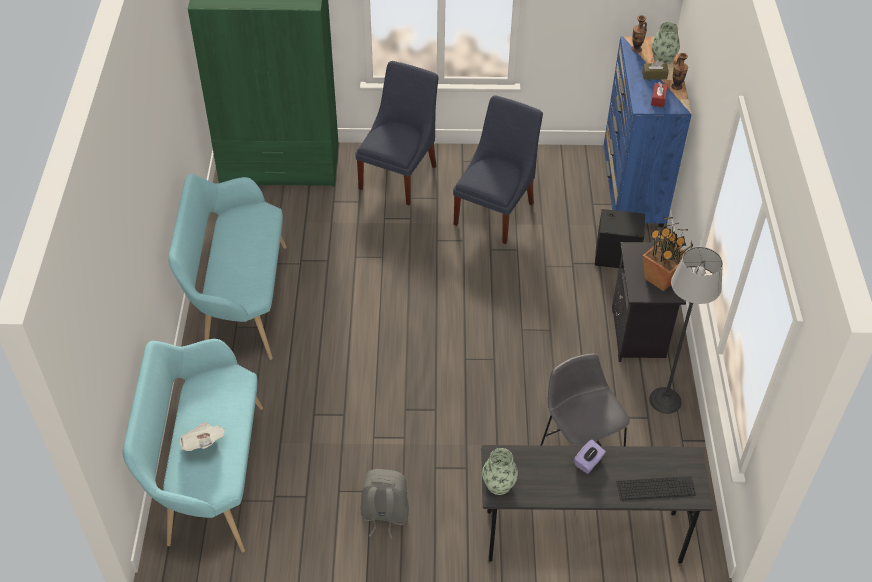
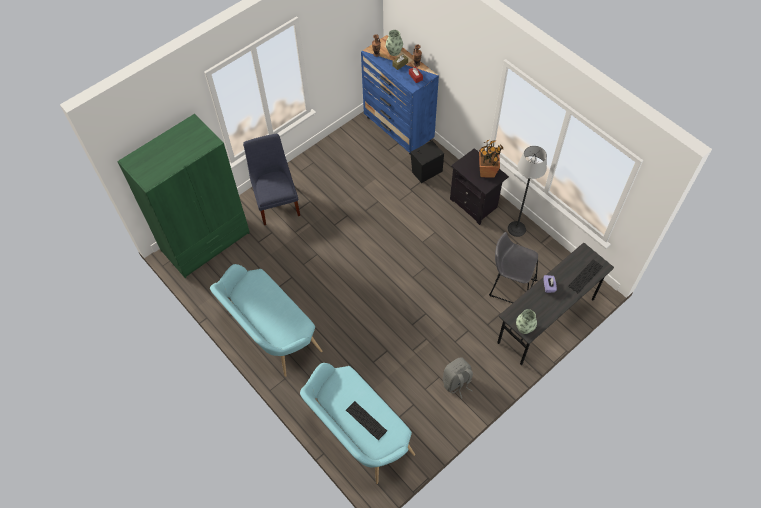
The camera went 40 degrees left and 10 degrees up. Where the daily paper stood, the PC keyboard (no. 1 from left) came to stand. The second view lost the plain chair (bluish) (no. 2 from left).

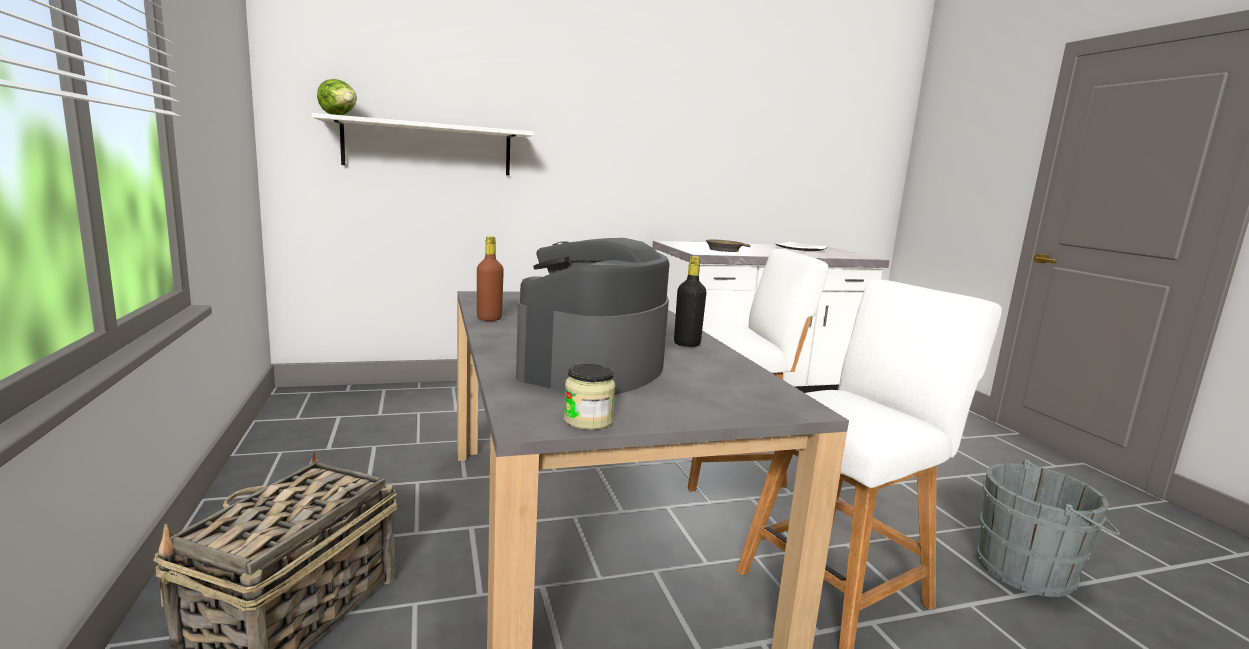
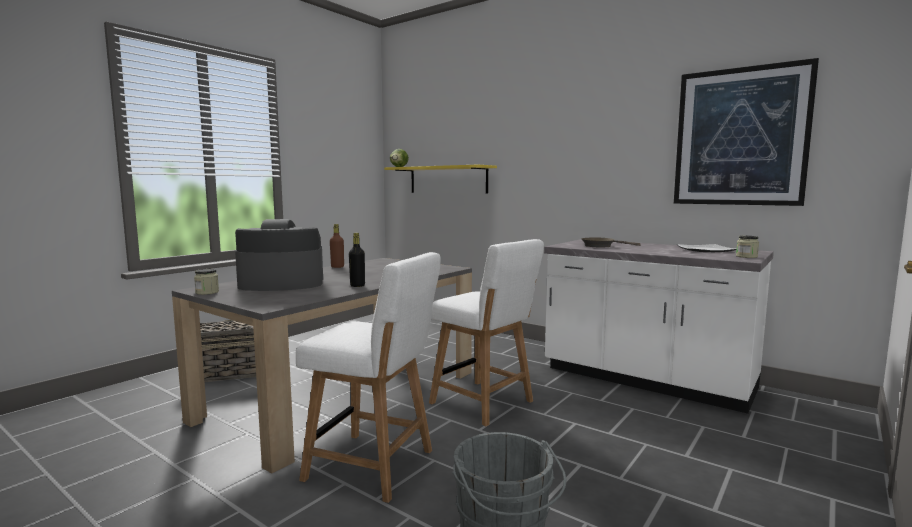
The camera went 55 degrees right and 5 degrees down. What was the shelf (whitish) turned into the shelf (yellow). The second view gained the picture. The second view gained the preserve jar (no. 2 from left).

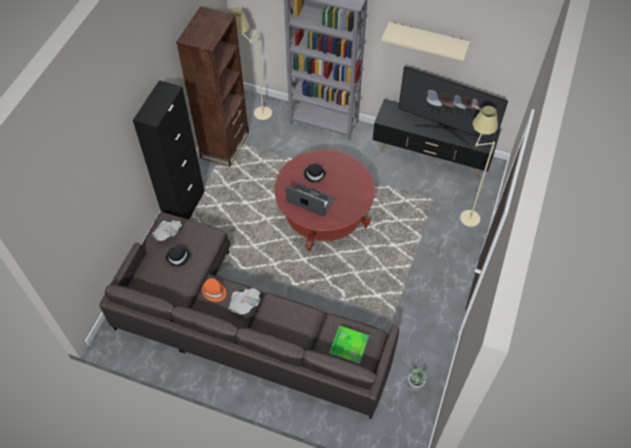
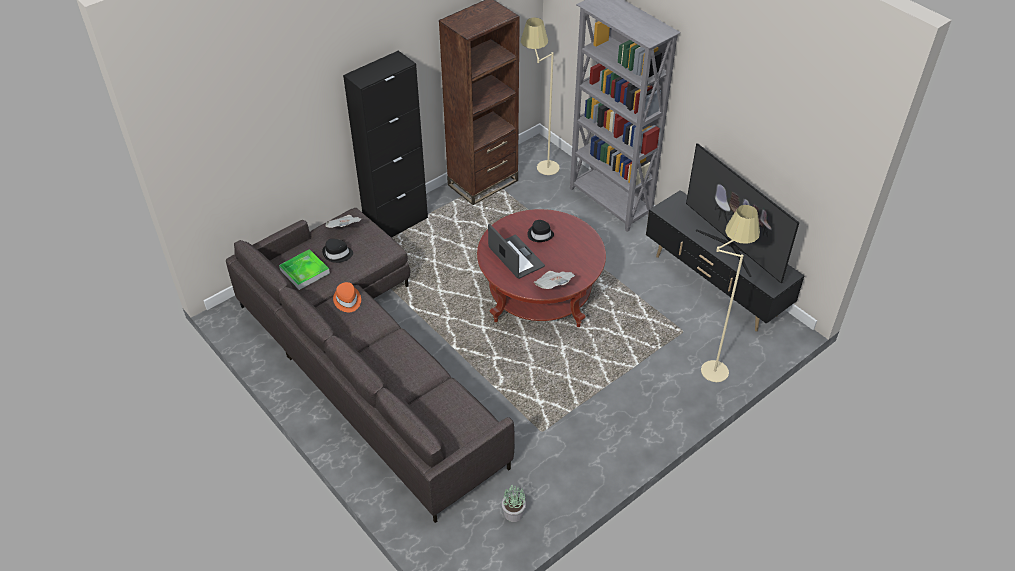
The camera went 30 degrees right and 10 degrees down. The daily paper (no. 2 from left) ended up elsewhere. The carrying tray ended up elsewhere. The second view lost the shelf (beige-coloured).

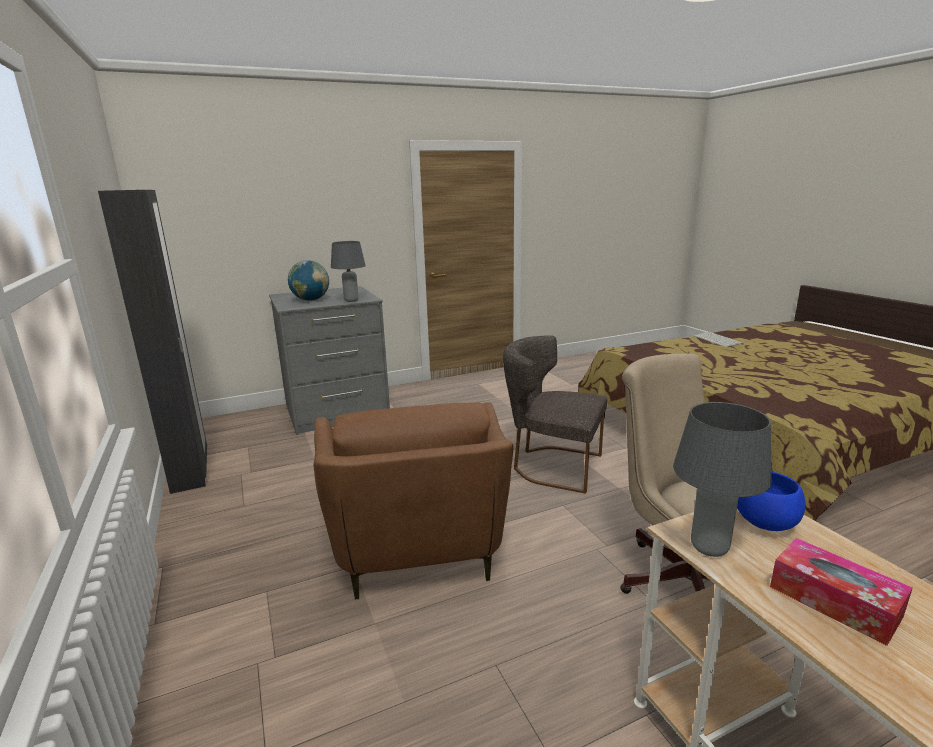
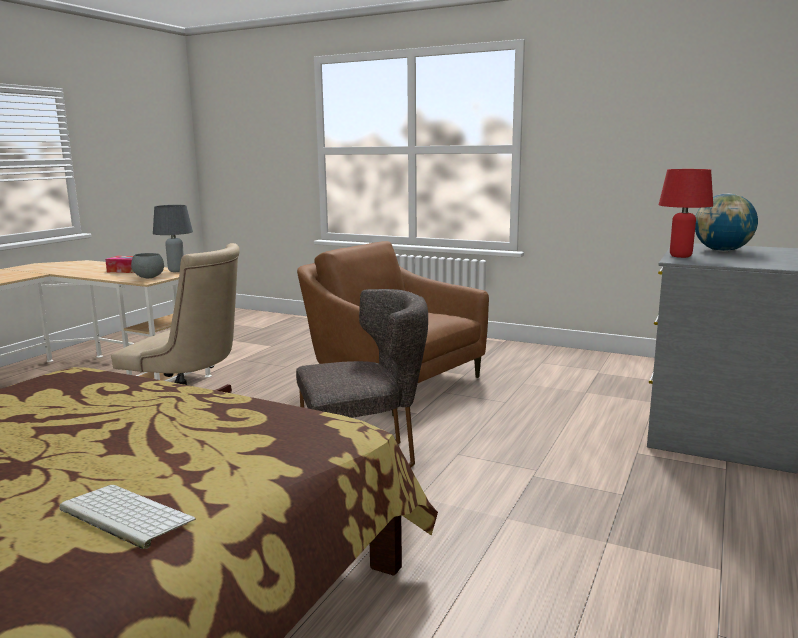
The camera went 140 degrees right and 5 degrees down. The second view lost the clothes cupboard (blackish). What was the tabletop lamp (gray) (no. 1 from left) turned into the tabletop lamp (red). What was the serving bowl (bluish) turned into the serving bowl (gray).

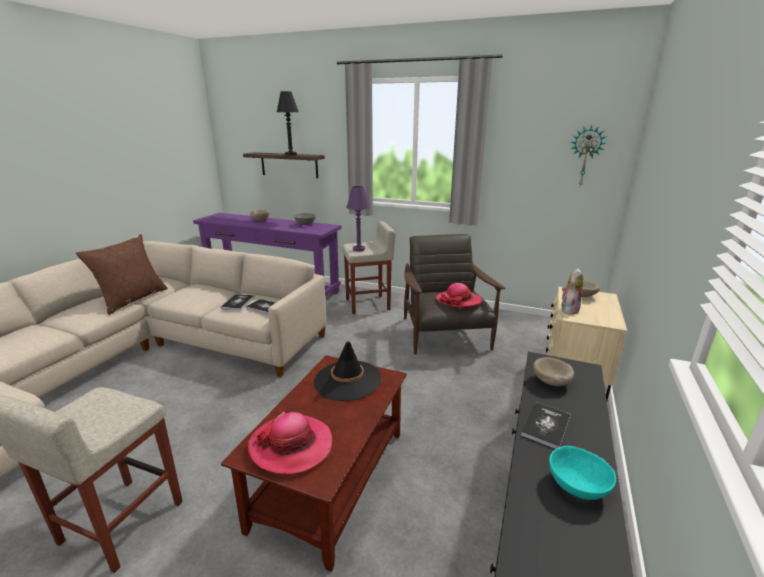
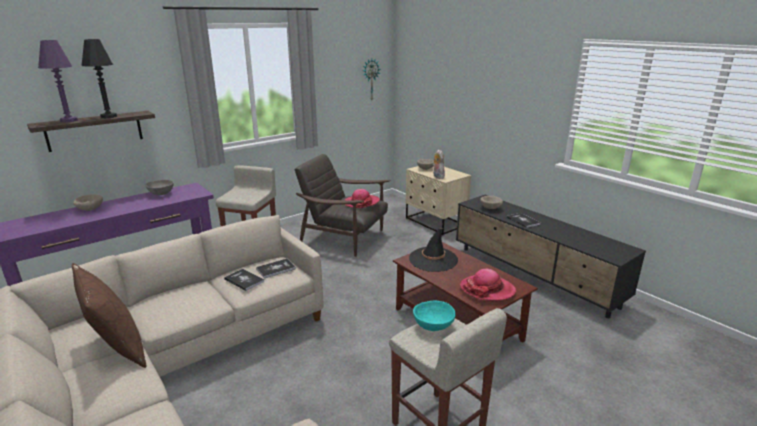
The camera went 60 degrees left and 0 degrees up. The tabletop lamp (purple-coloured) ended up elsewhere. The serving bowl (turquoise-coloured) ended up elsewhere.

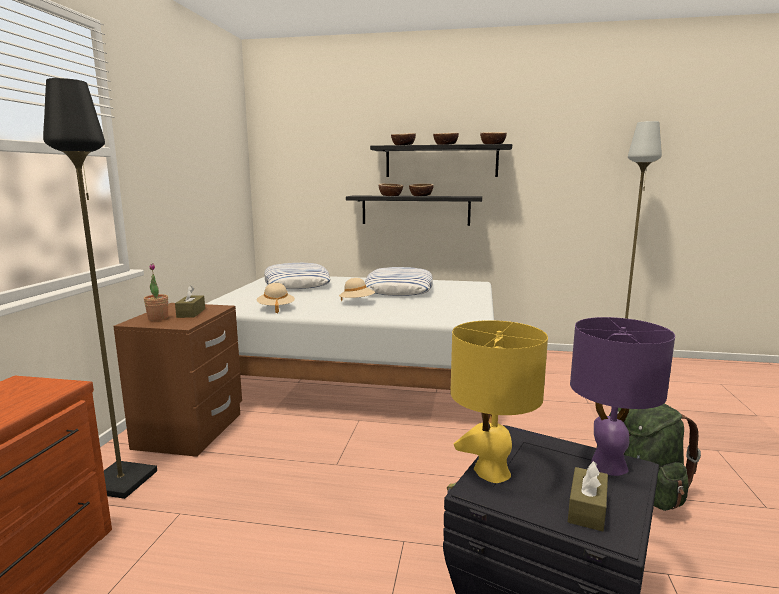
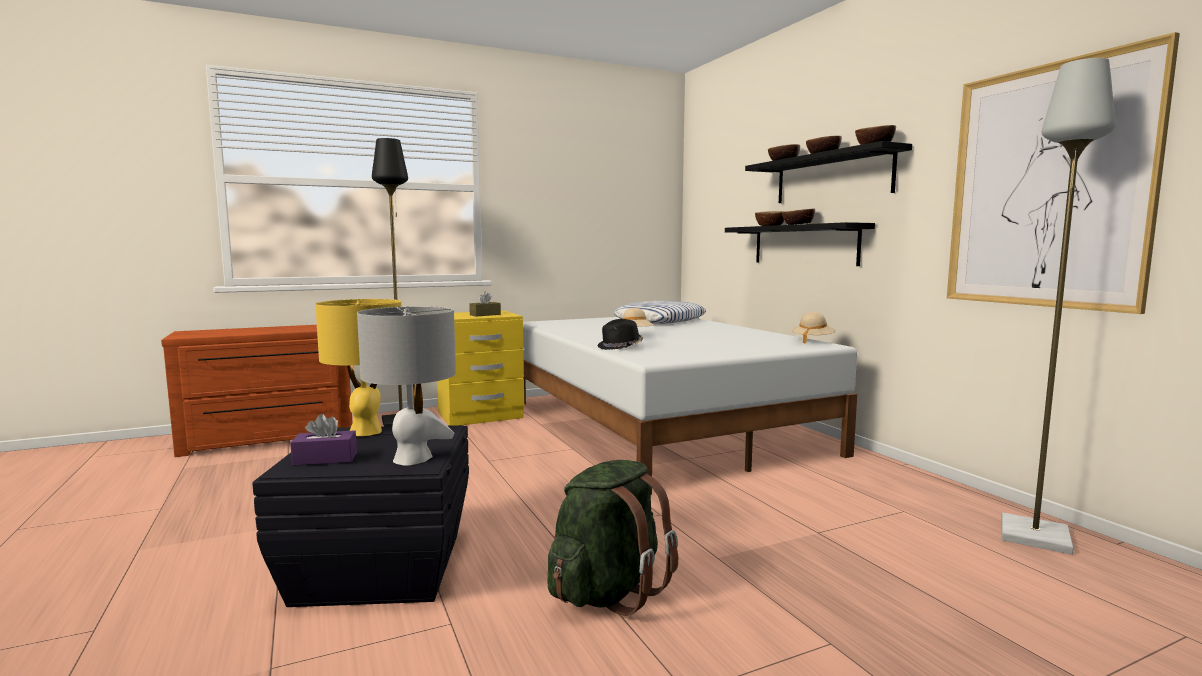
The camera went 55 degrees right and 5 degrees down. What was the nightstand (brownish) turned into the nightstand (yellow). The second view lost the potted plant. The wearable hat (beige-coloured) (no. 1 from left in the first image) ended up elsewhere. The second view lost the cushion (no. 2 from left). What was the tissue holder (brownish) (no. 2 from left) turned into the tissue holder (purple-coloured). What was the tabletop lamp (purple-coloured) turned into the tabletop lamp (gray). The second view gained the wearable hat (blackish). The second view gained the picture.

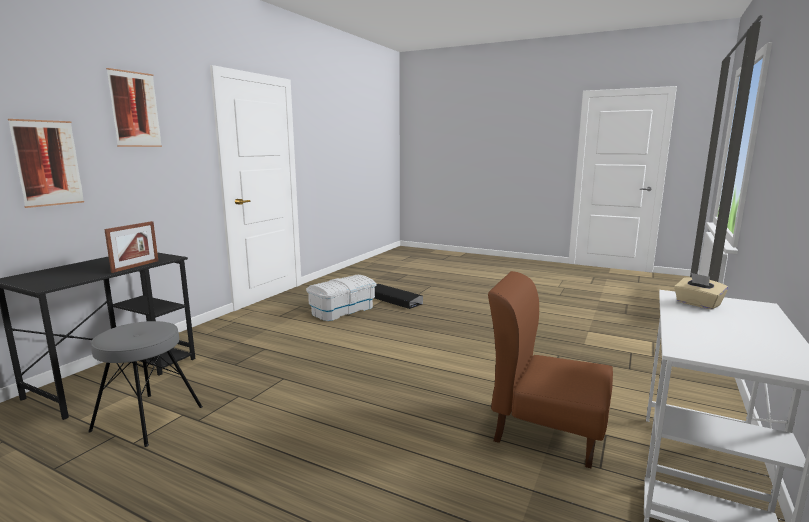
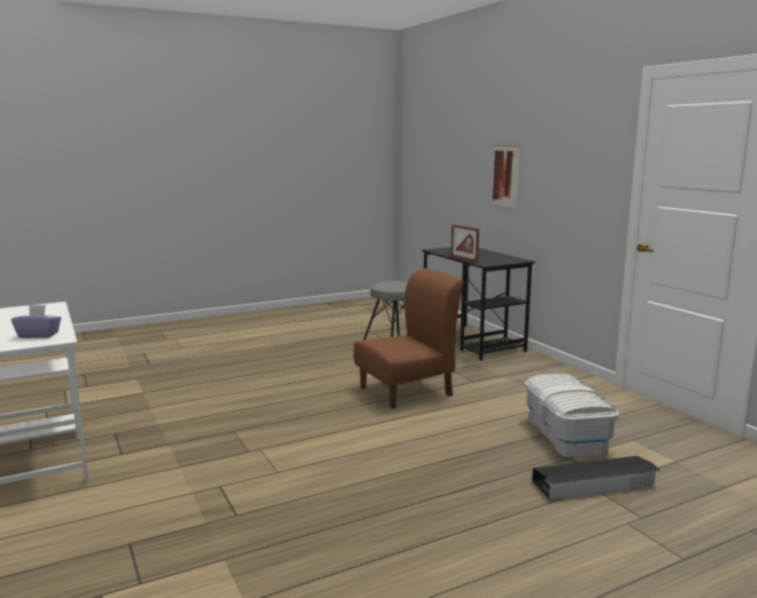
The camera went 125 degrees right and 0 degrees up. The second view lost the picture (no. 2 from left). The plain chair (brownish) ended up elsewhere. What was the tissue holder (beige-coloured) turned into the tissue holder (purple-coloured).

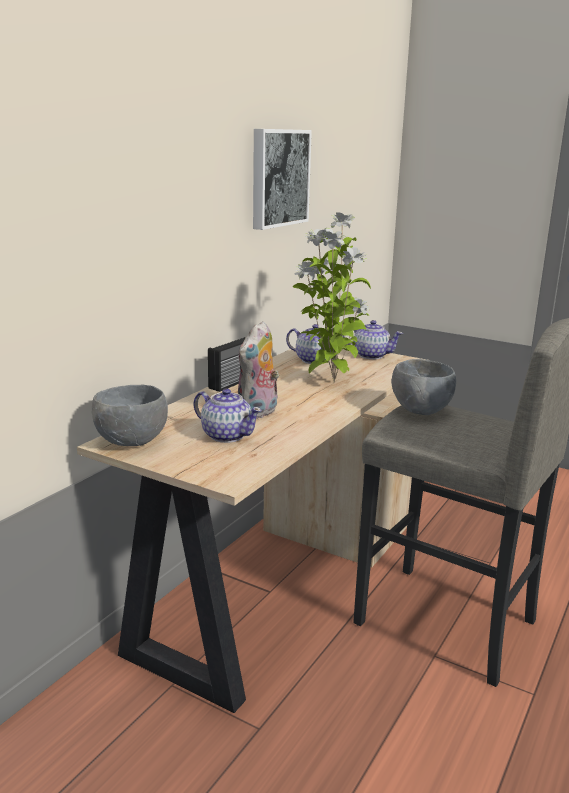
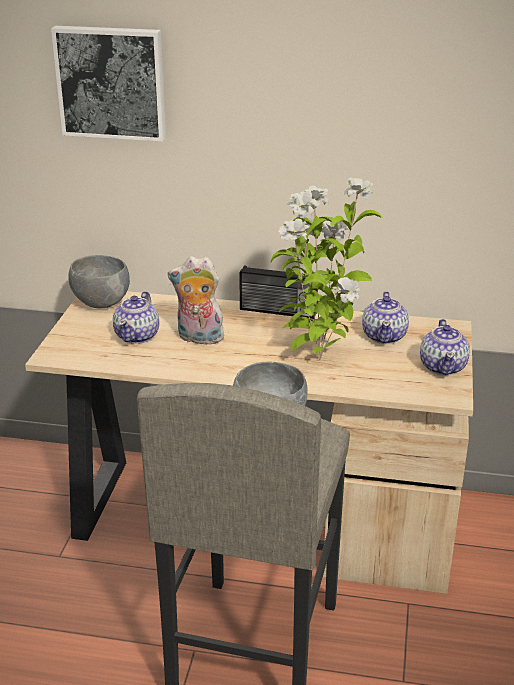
The camera went 70 degrees right and 10 degrees up. The picture ended up elsewhere.

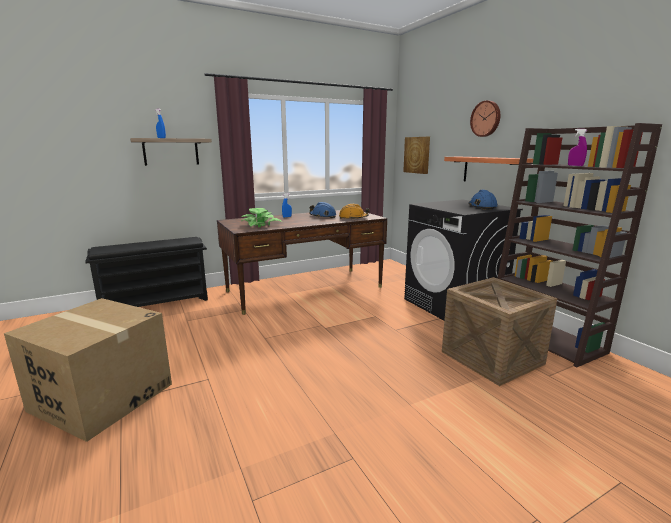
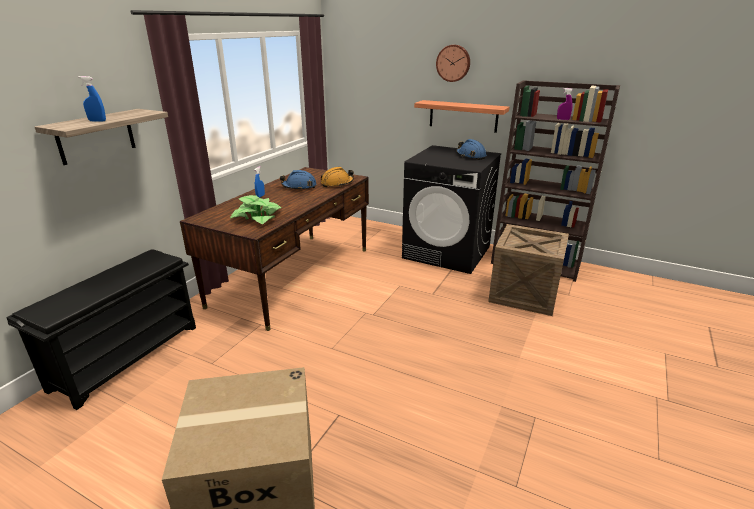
The camera went 35 degrees left and 10 degrees up. The second view lost the picture.

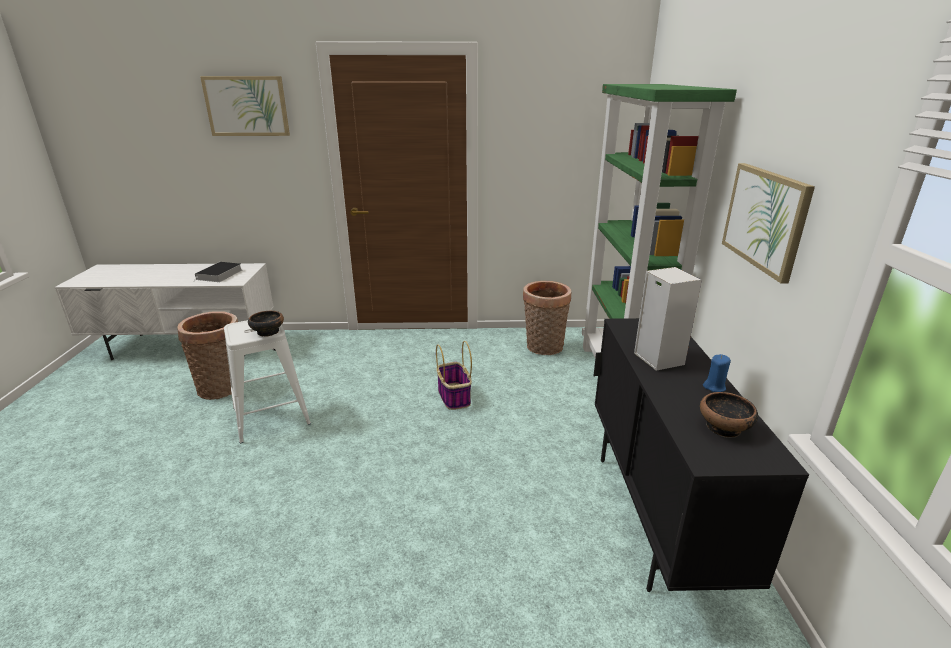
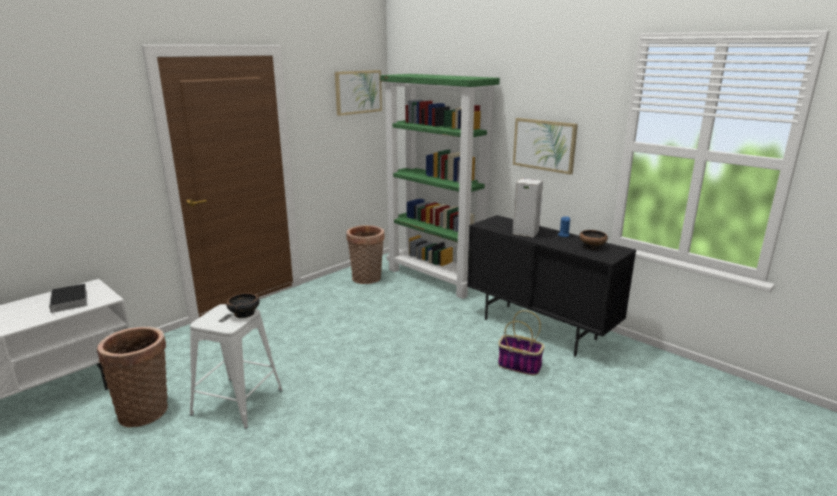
The camera went 45 degrees left and 5 degrees down. The picture (no. 1 from left) ended up elsewhere. The storage basket (no. 2 from left in the first image) ended up elsewhere.

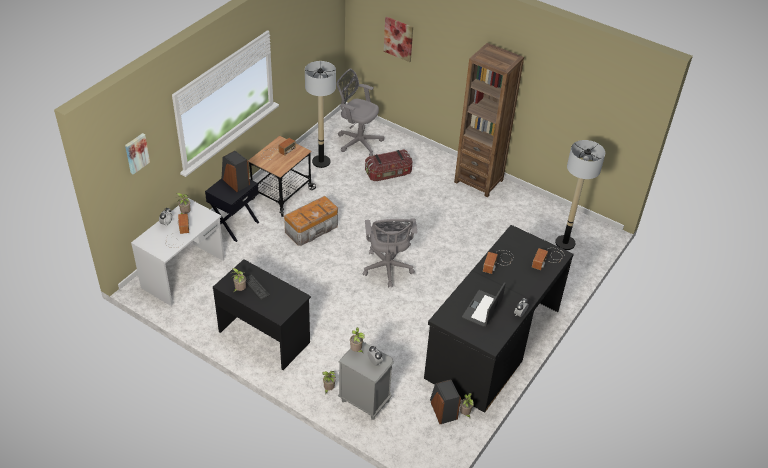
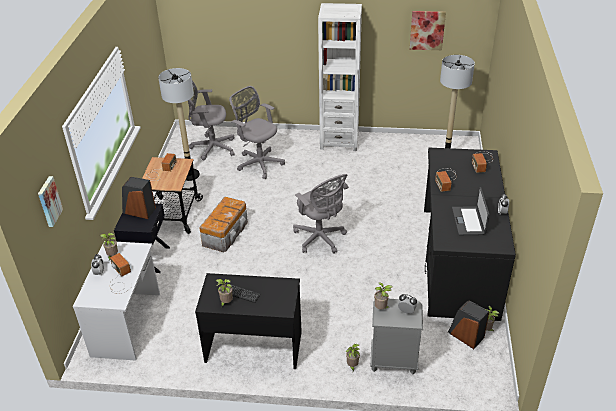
The camera went 25 degrees left and 5 degrees down. Where the storage bin (no. 2 from left) stood, the desk chair (gray) (no. 2 from left) came to stand. The picture (no. 2 from left) ended up elsewhere. What was the shelving unit (brownish) turned into the shelving unit (whitish).

